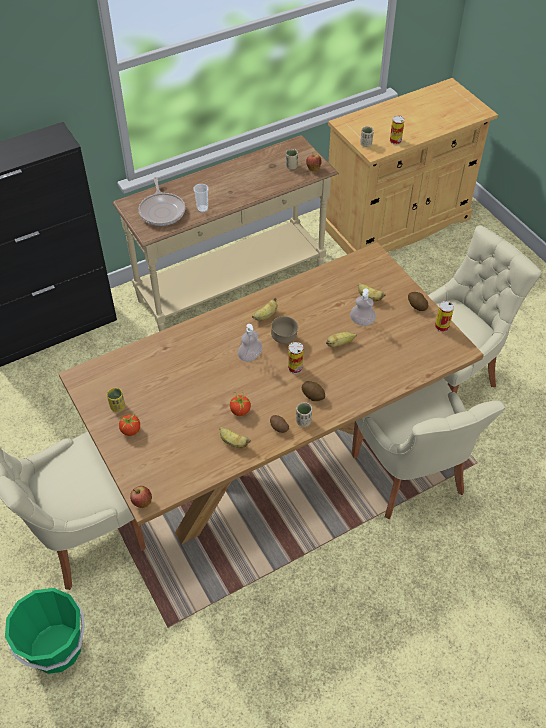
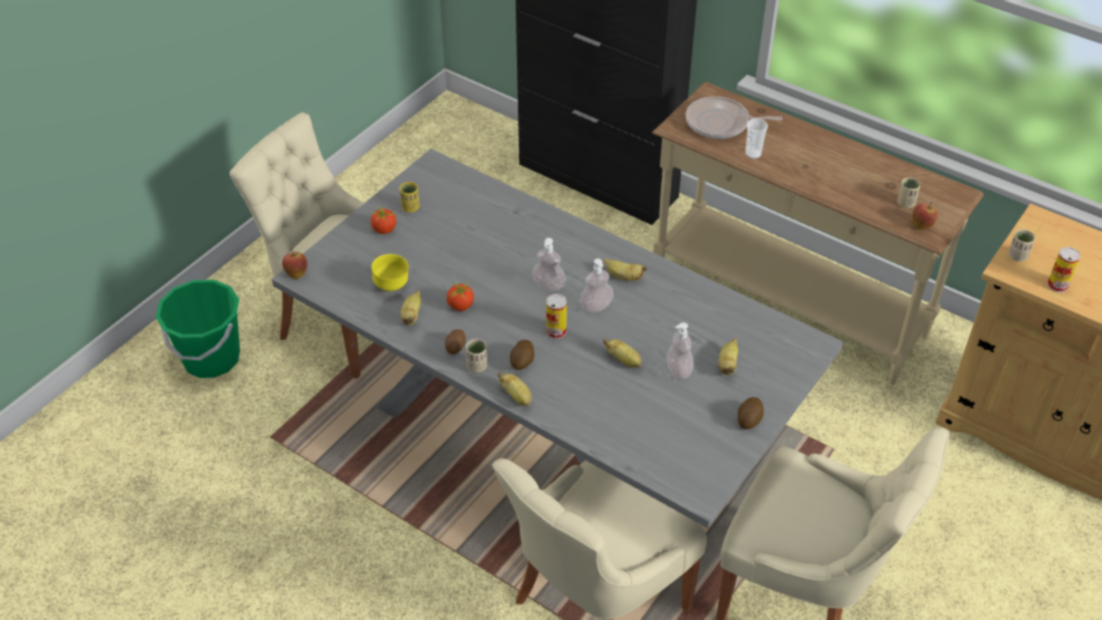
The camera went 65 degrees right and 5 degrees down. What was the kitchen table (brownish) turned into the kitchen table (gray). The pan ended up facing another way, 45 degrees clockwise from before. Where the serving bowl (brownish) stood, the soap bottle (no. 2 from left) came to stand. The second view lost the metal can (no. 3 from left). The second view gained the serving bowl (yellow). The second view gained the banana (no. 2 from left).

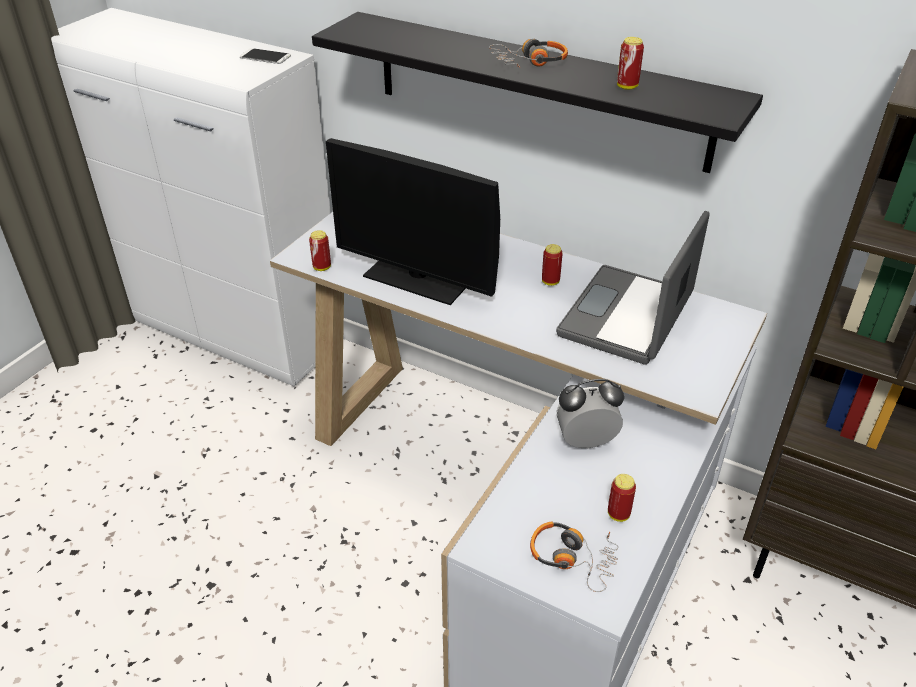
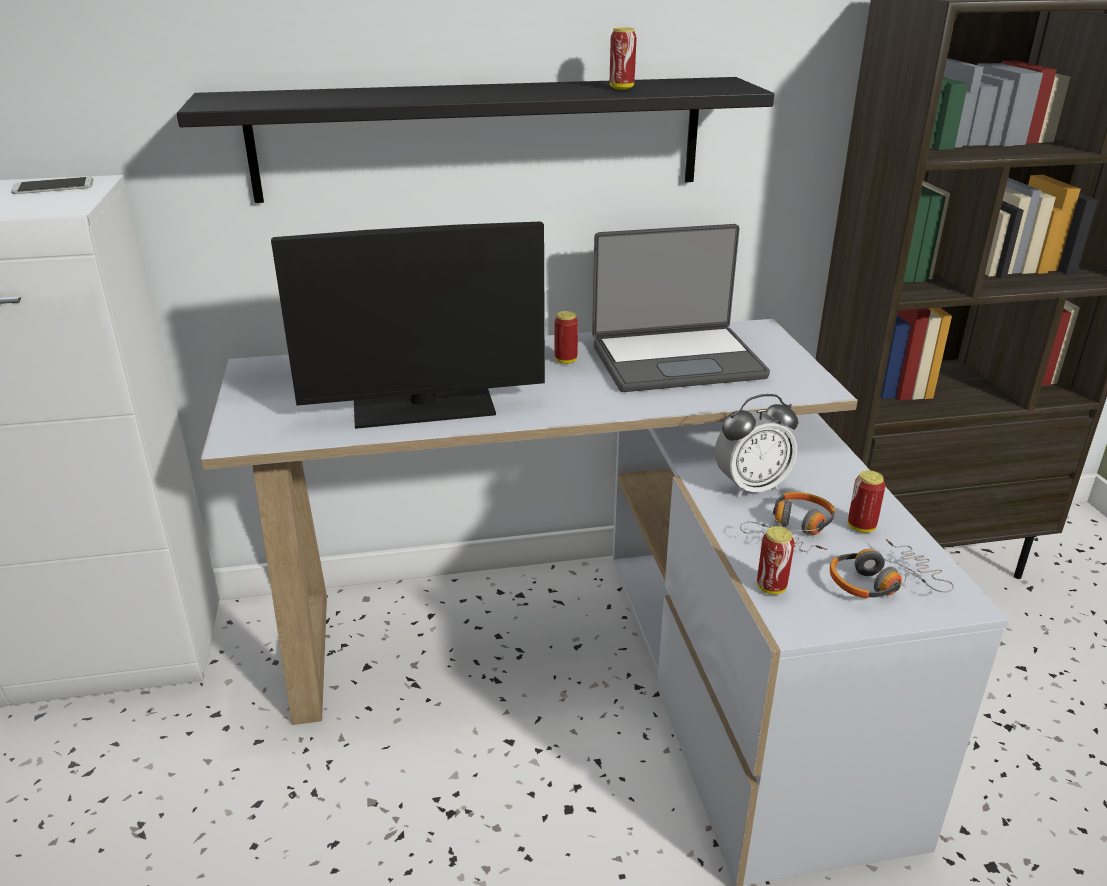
The camera went 40 degrees left and 10 degrees down. The metal can (no. 1 from left in the first image) ended up elsewhere. The pair of headphones (no. 1 from left) ended up elsewhere. The notebook computer ended up facing another way, 90 degrees counterclockwise from before. The table clock ended up facing another way, 150 degrees counterclockwise from before.

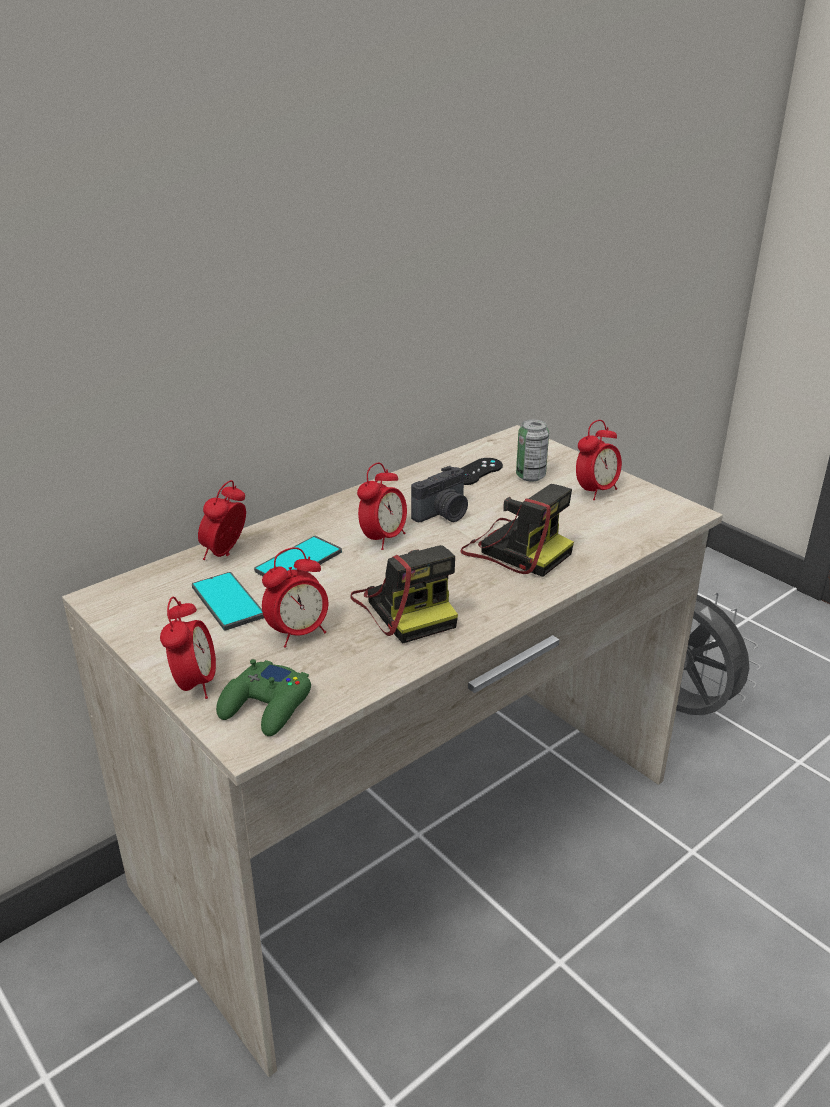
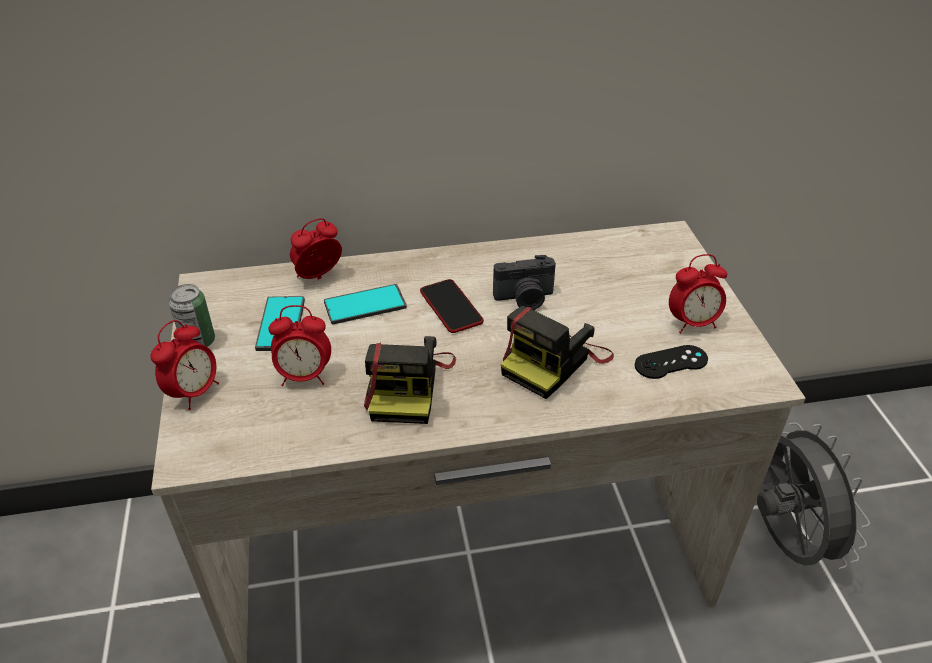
The camera went 30 degrees right and 10 degrees up. The second view lost the game controller (green). Where the table clock (no. 4 from left) stood, the telephone (no. 3 from left) came to stand. The game controller (blackish) ended up elsewhere. The still camera (no. 3 from left) ended up facing another way, 60 degrees clockwise from before. The metal can ended up elsewhere.

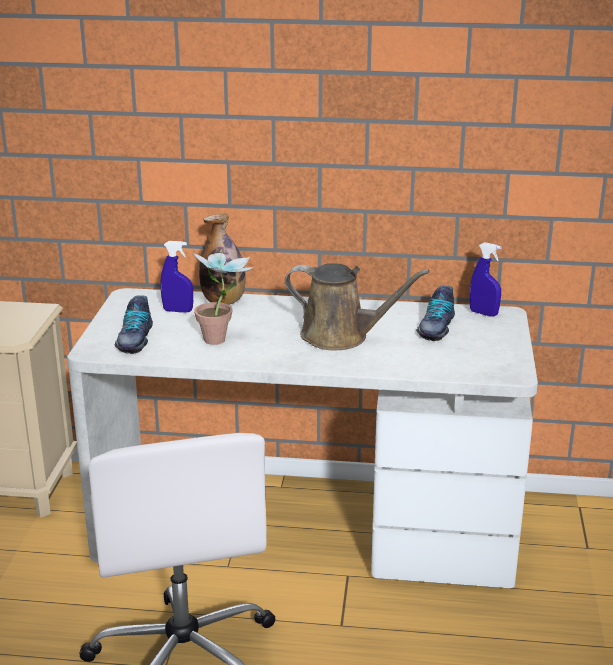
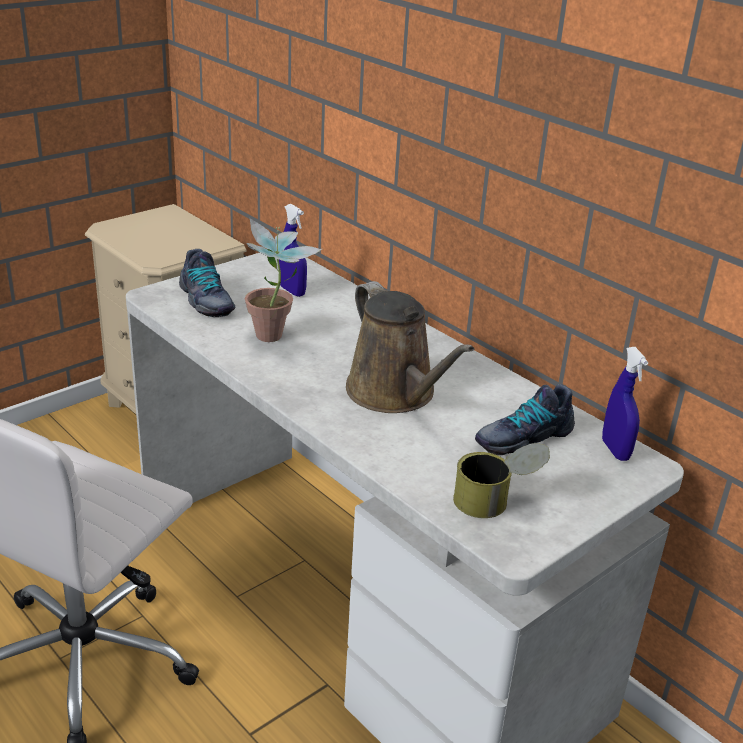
The camera went 40 degrees right and 5 degrees up. The item of footwear (no. 1 from left) ended up facing another way, 75 degrees counterclockwise from before. The second view lost the drink bottle. The second view gained the metal can.

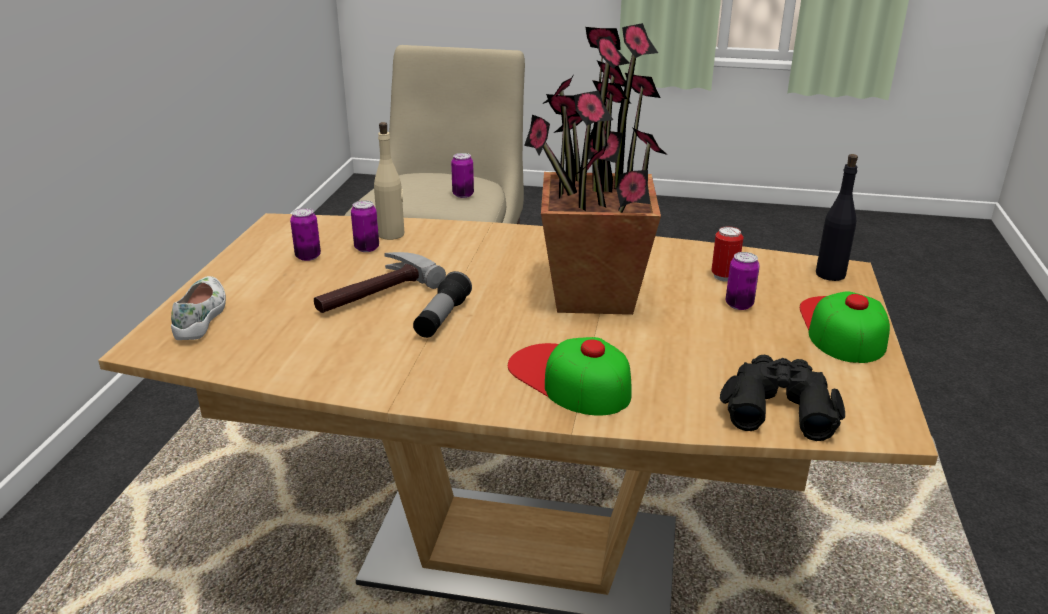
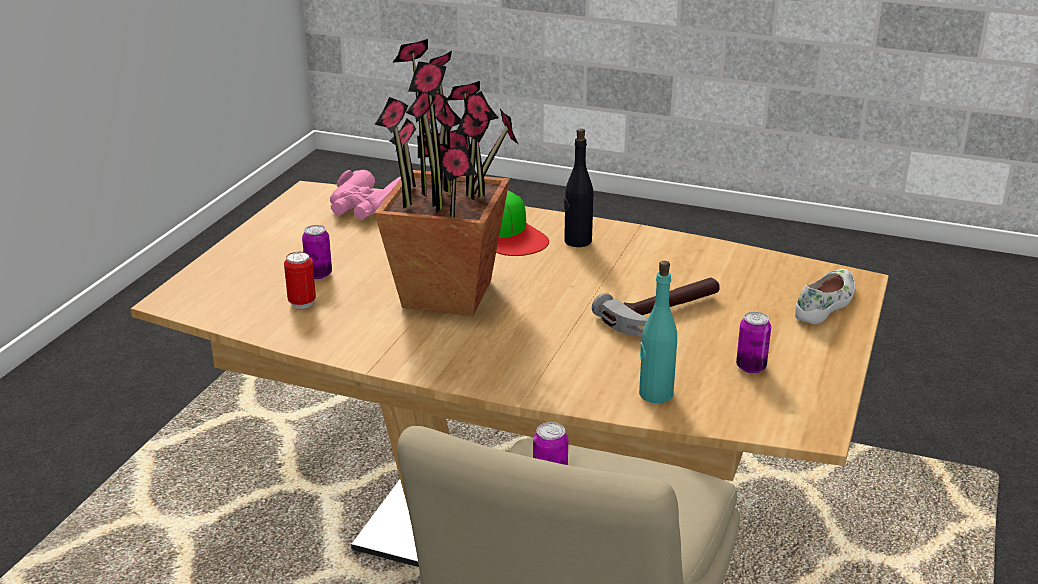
The camera went 170 degrees left and 0 degrees up. The item of footwear (whitish) ended up facing another way, 150 degrees counterclockwise from before. The second view lost the metal can (no. 2 from left). What was the drink bottle (beige-coloured) turned into the drink bottle (turquoise-coloured). The second view lost the flashlight. What was the pair of binoculars (blackish) turned into the pair of binoculars (pink-coloured). The second view lost the cap (no. 2 from left). The drink bottle (blackish) ended up elsewhere.

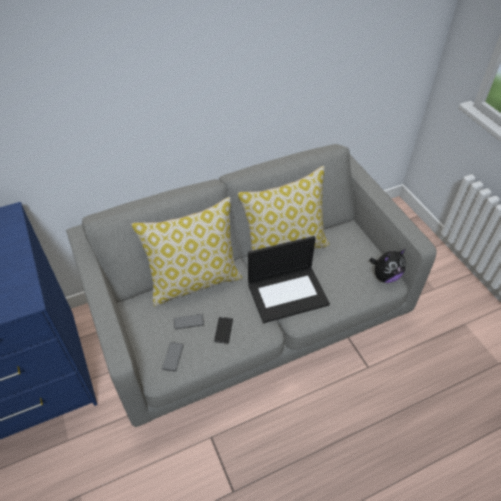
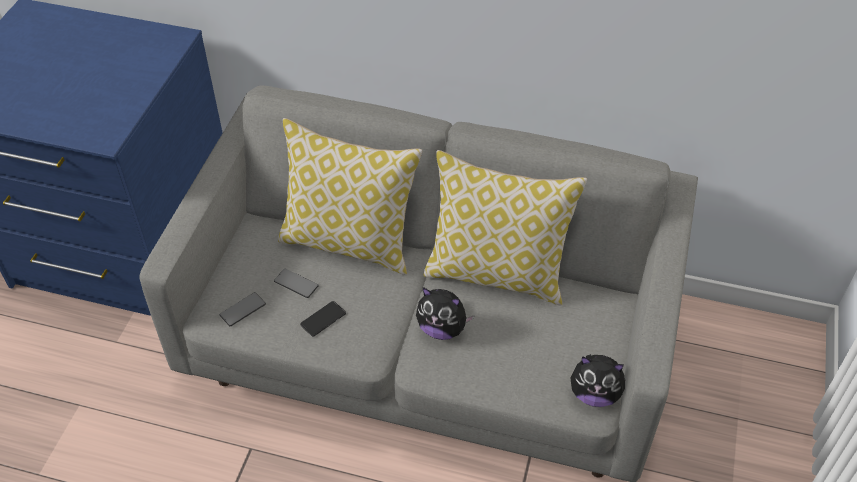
The camera went 40 degrees right and 0 degrees up. Where the notebook computer stood, the soft toy (no. 1 from left) came to stand.

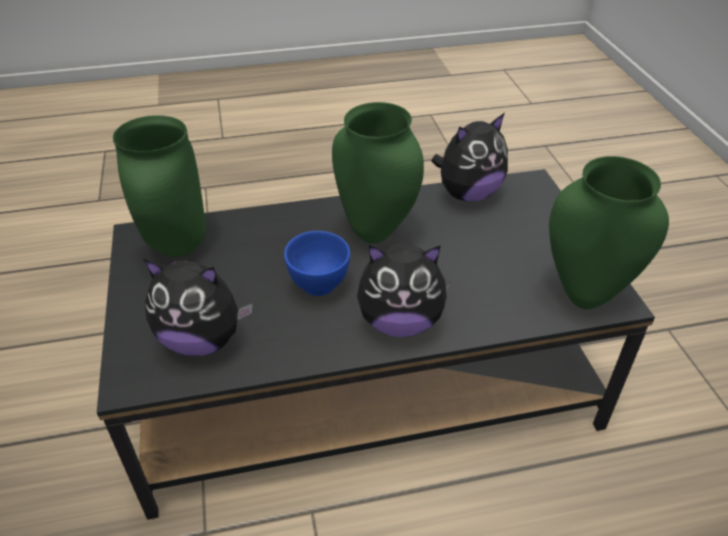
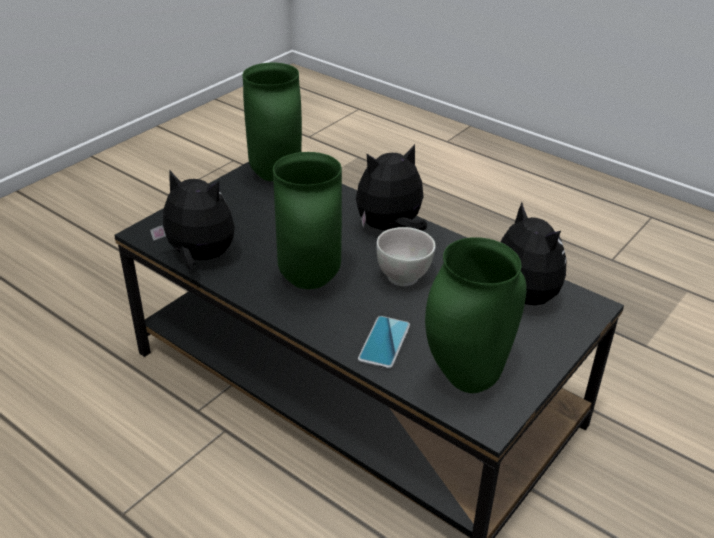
The camera went 130 degrees left and 5 degrees down. What was the serving bowl (bluish) turned into the serving bowl (whitish). The soft toy (no. 2 from left) ended up facing another way, 75 degrees counterclockwise from before. The second view gained the telephone.

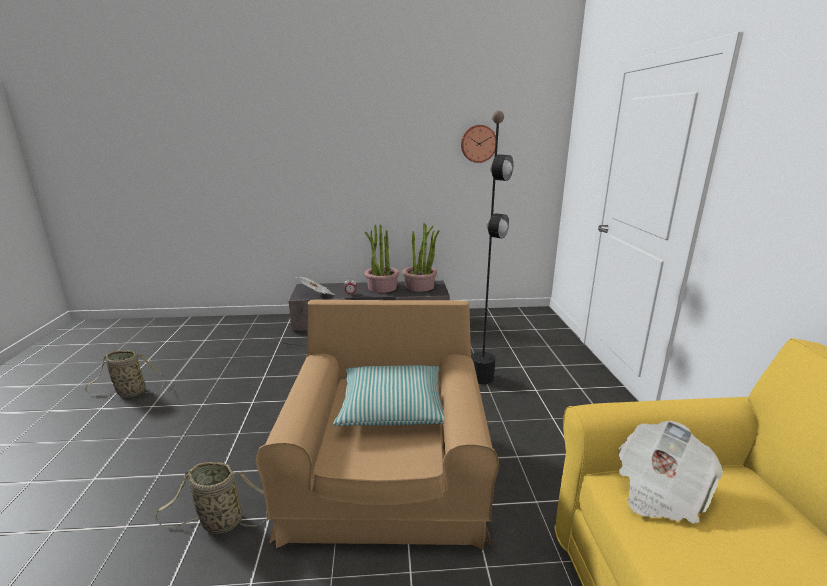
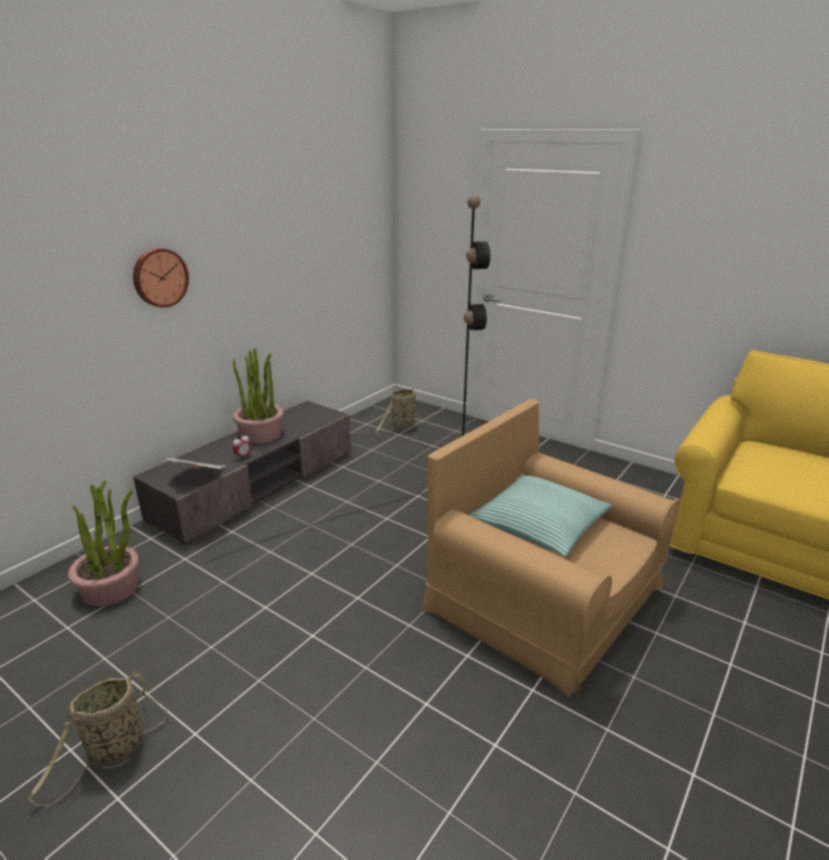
The camera went 50 degrees left and 5 degrees up. The storage basket (no. 2 from left) ended up elsewhere. The potted plant (no. 2 from left in the first image) ended up elsewhere. The clock on the wall ended up elsewhere. The second view lost the daily paper (no. 2 from left).

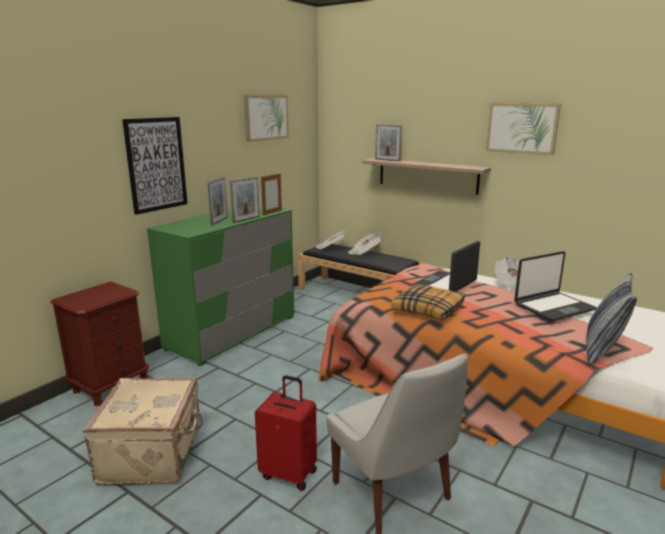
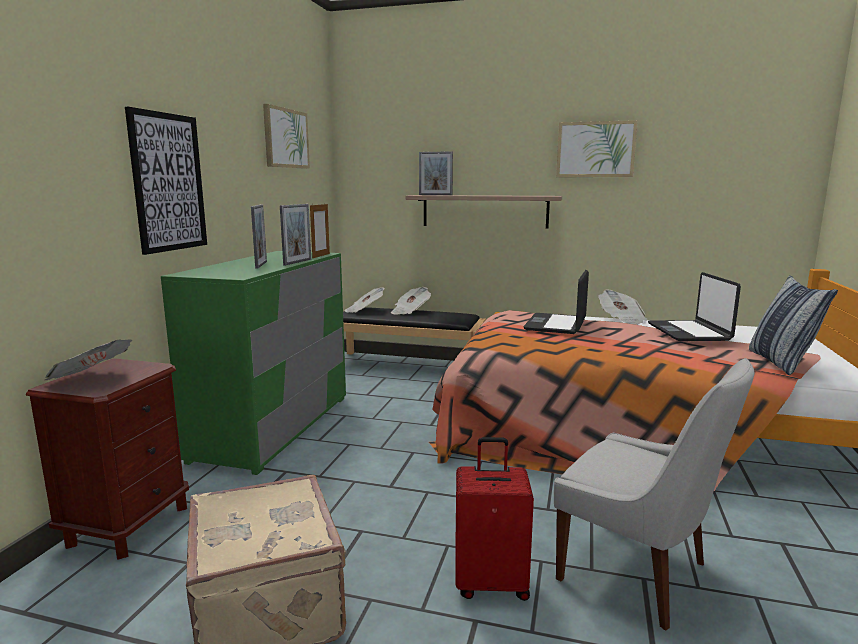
The camera went 20 degrees left and 5 degrees down. The second view lost the cushion (no. 1 from left). The notebook computer (no. 2 from left) ended up facing another way, 135 degrees clockwise from before. The second view gained the daily paper (no. 1 from left).

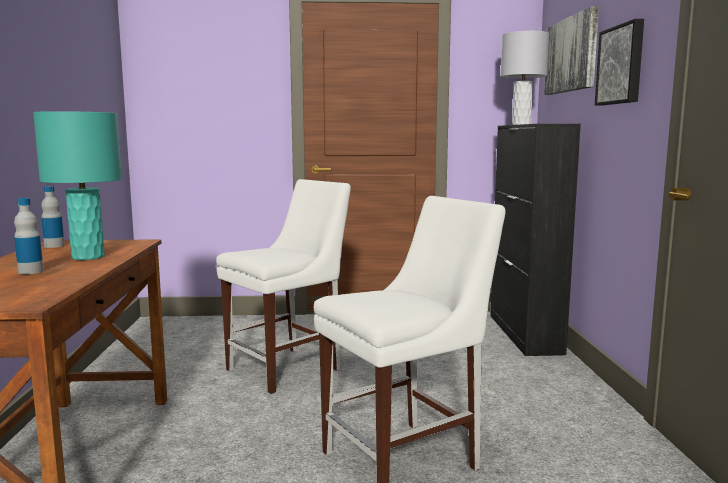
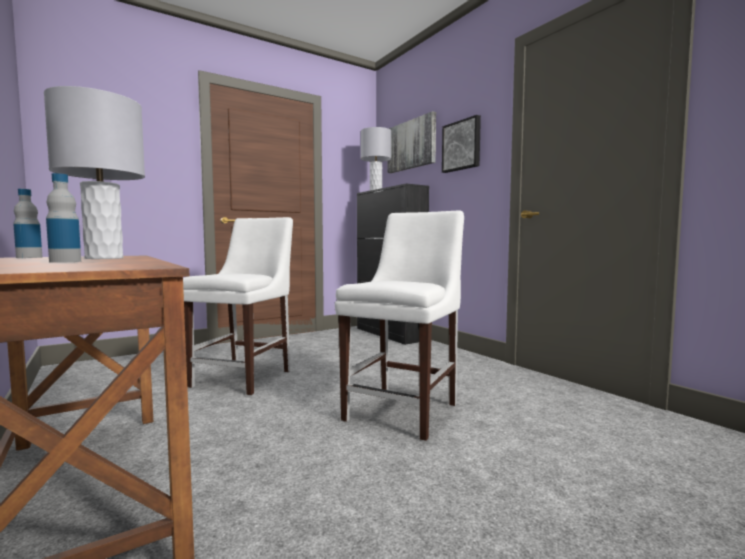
The camera went 30 degrees left and 5 degrees down. What was the tabletop lamp (turquoise-coloured) turned into the tabletop lamp (gray) (no. 1 from left).

